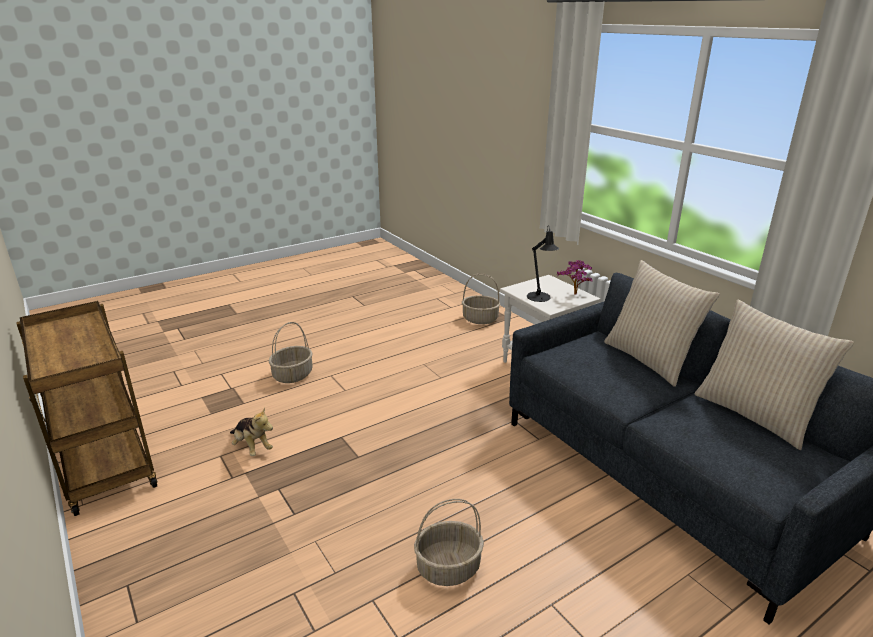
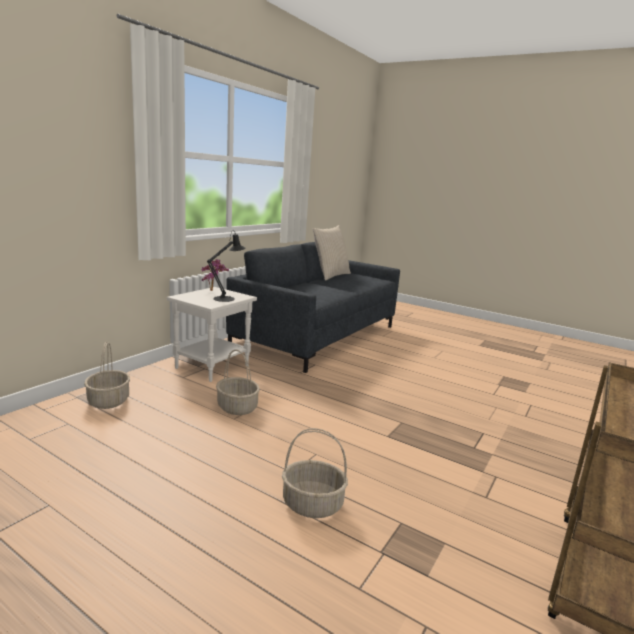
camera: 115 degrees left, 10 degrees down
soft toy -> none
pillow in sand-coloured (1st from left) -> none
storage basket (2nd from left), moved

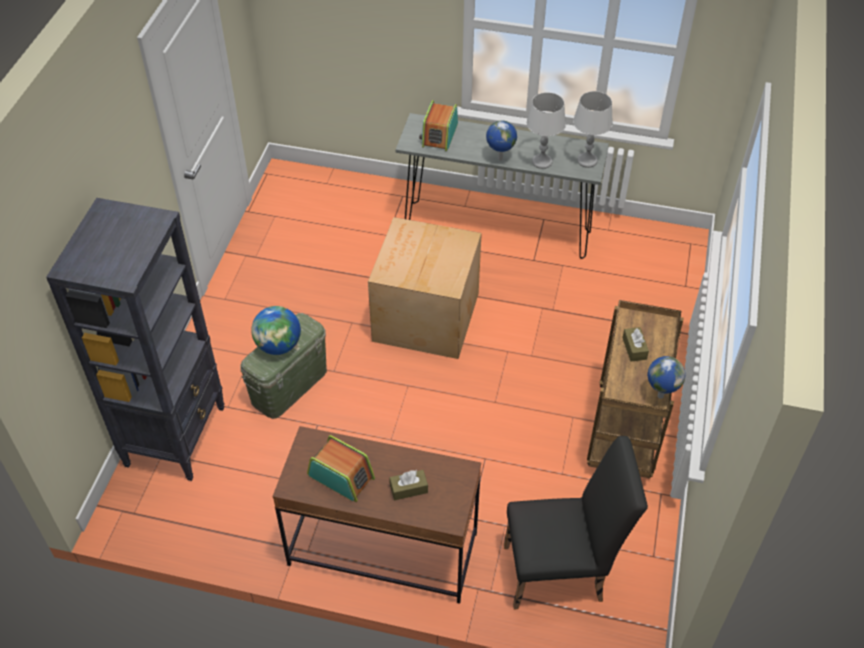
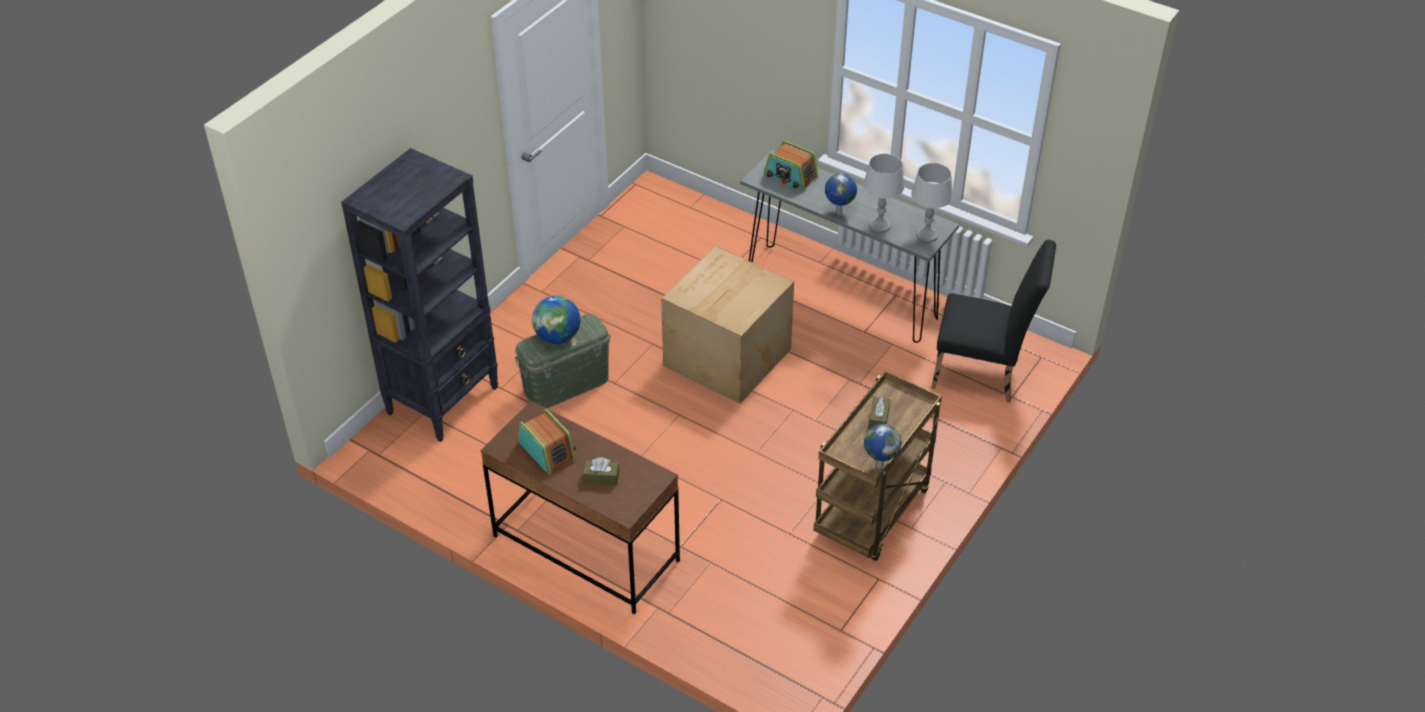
camera: 20 degrees right, 5 degrees down
chair in black-coloured, moved
radio set (2nd from left), 90 degrees counterclockwise

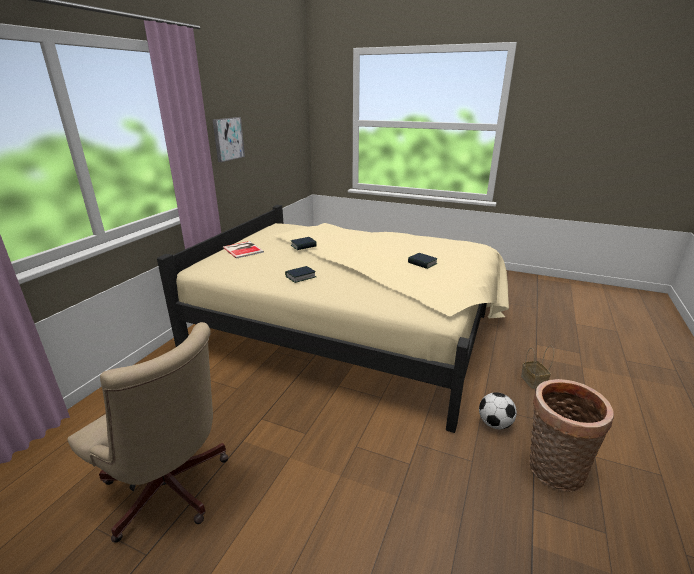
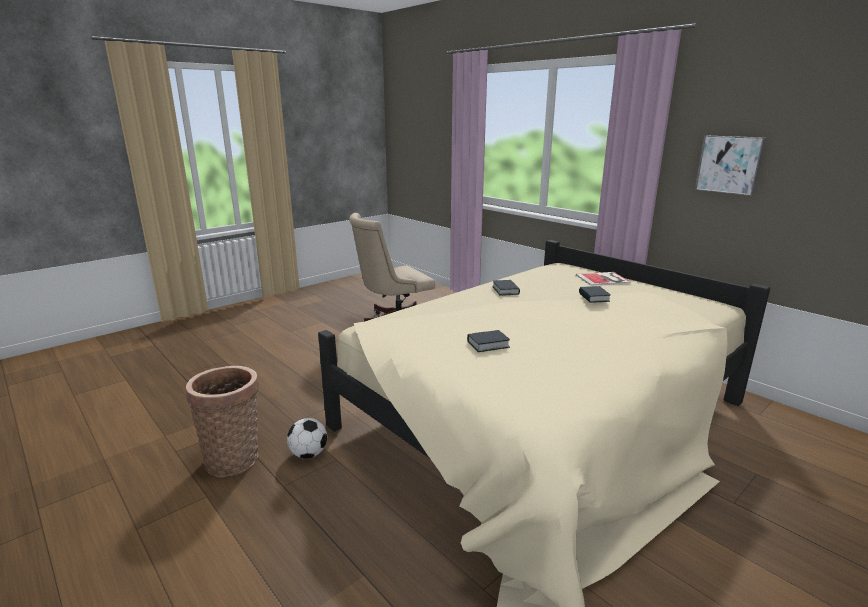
camera: 115 degrees right, 5 degrees down
storage basket (1st from left) -> none

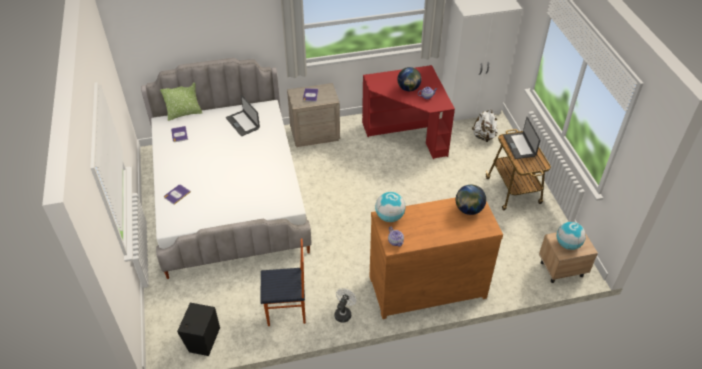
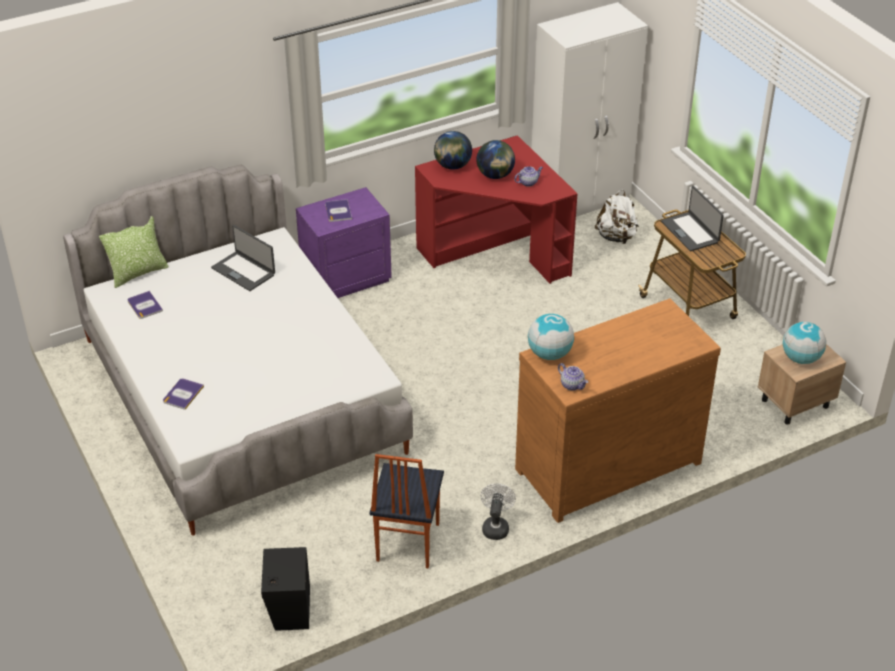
camera: 15 degrees left, 5 degrees down
desk globe (3rd from left in the first image) -> desk globe (1st from left), moved
nightstand in sand-coloured (1st from left) -> nightstand in purple
chair, 120 degrees clockwise

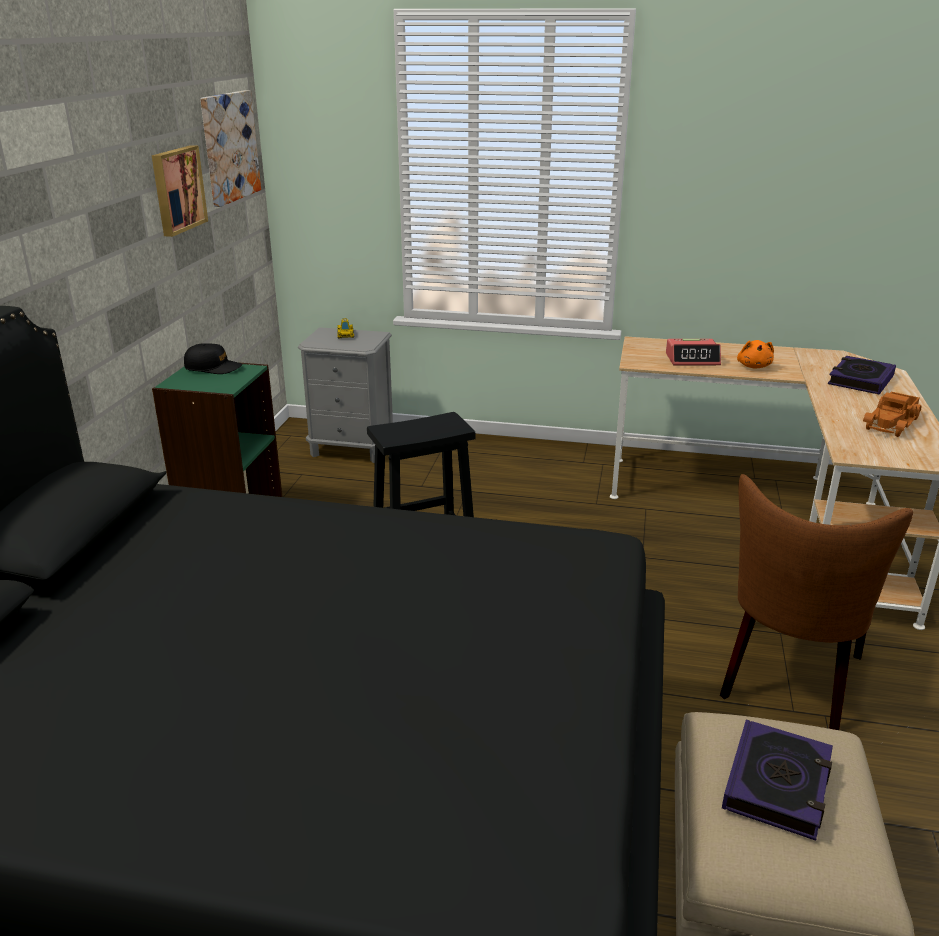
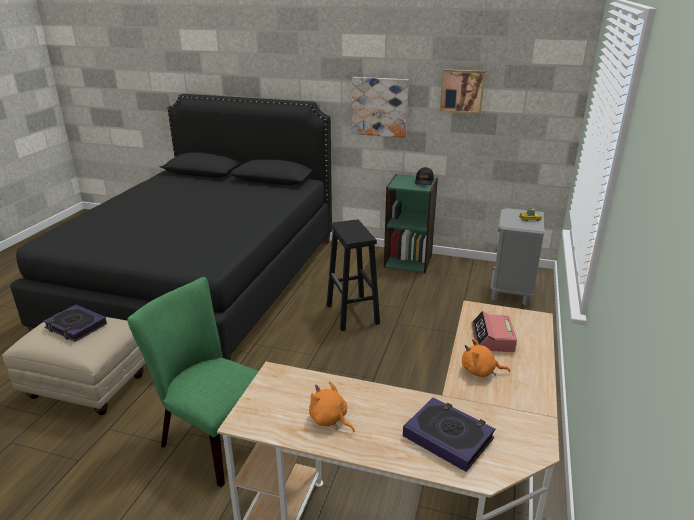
camera: 95 degrees right, 0 degrees up
picture (2nd from left in the first image) -> picture (1st from left), moved
toy lorry -> soft toy in orange-coloured (1st from left)
chair in brown -> chair in green-coloured

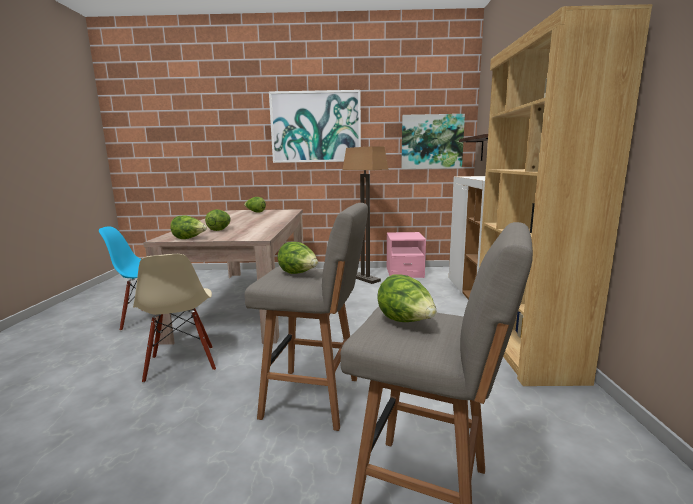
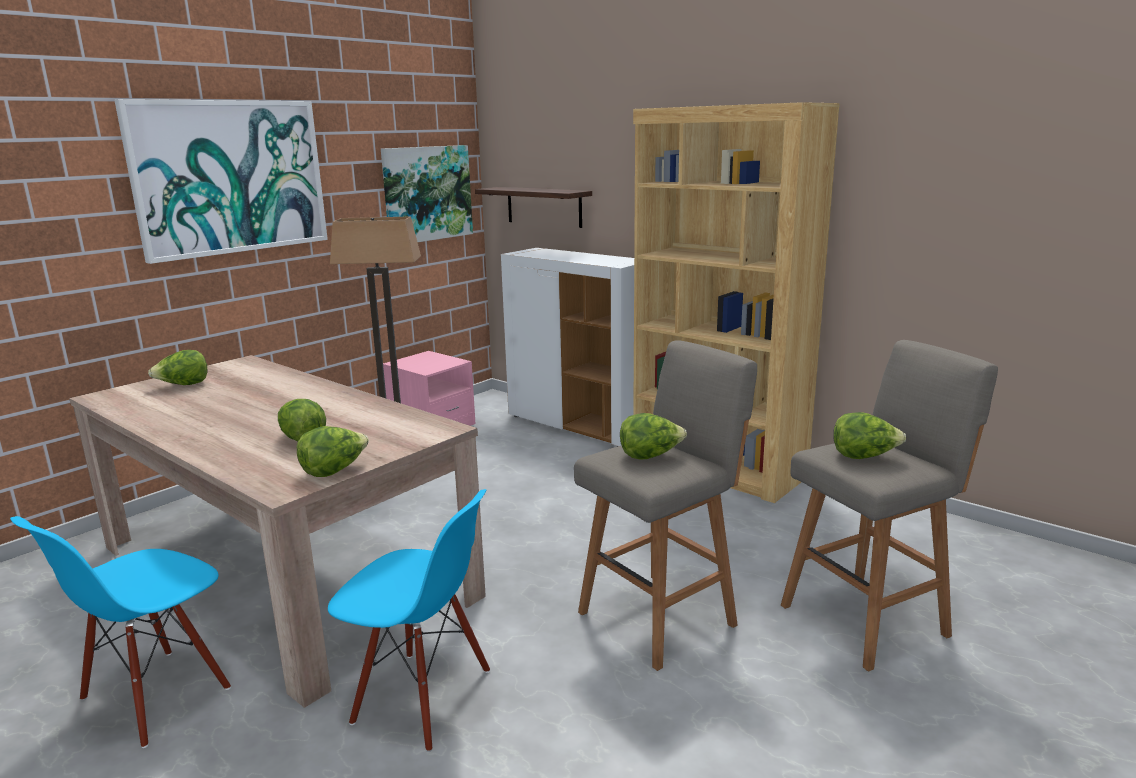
camera: 50 degrees left, 5 degrees up
chair in sand-coloured -> chair in bluish (2nd from left)

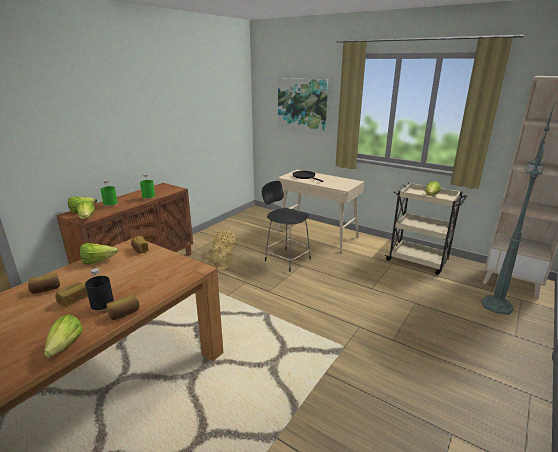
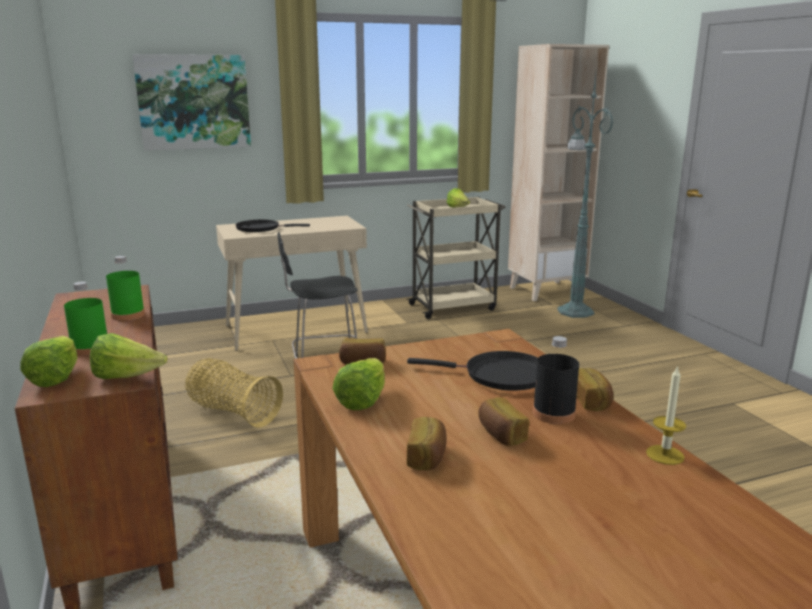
camera: 55 degrees left, 5 degrees down
none -> frying pan in black-coloured (2nd from left)
lettuce (1st from left) -> wax candle

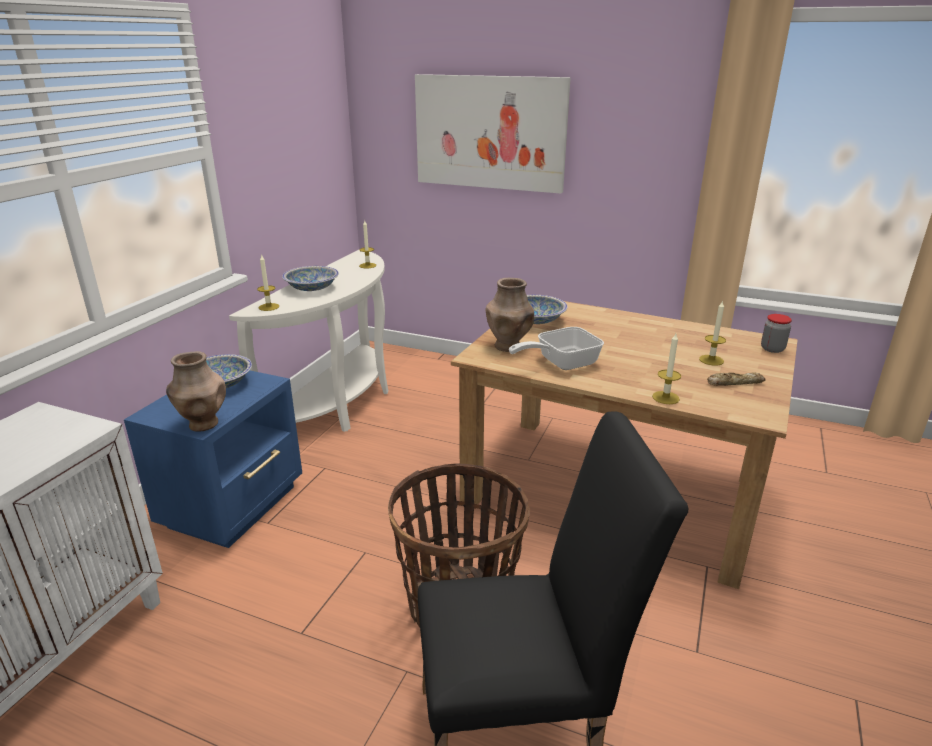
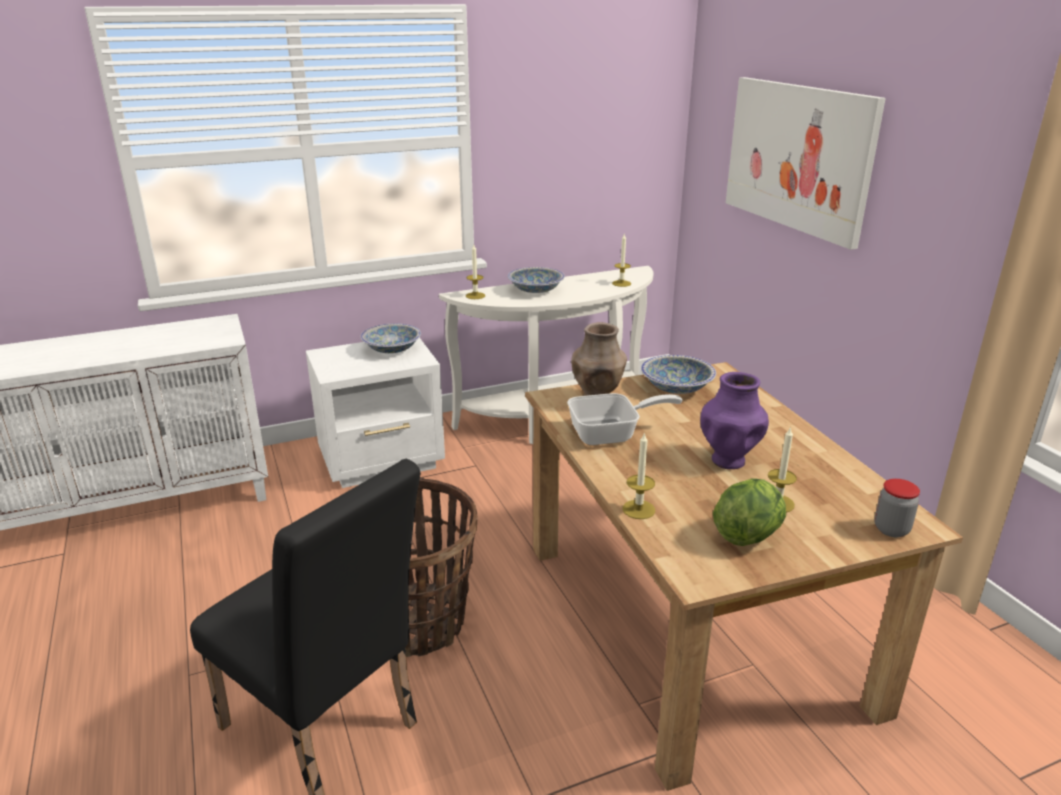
camera: 45 degrees right, 0 degrees up
vase in brown (1st from left) -> none
none -> vase in purple
bread -> lettuce
nightstand in bluish -> nightstand in whitish
frying pan, 150 degrees clockwise

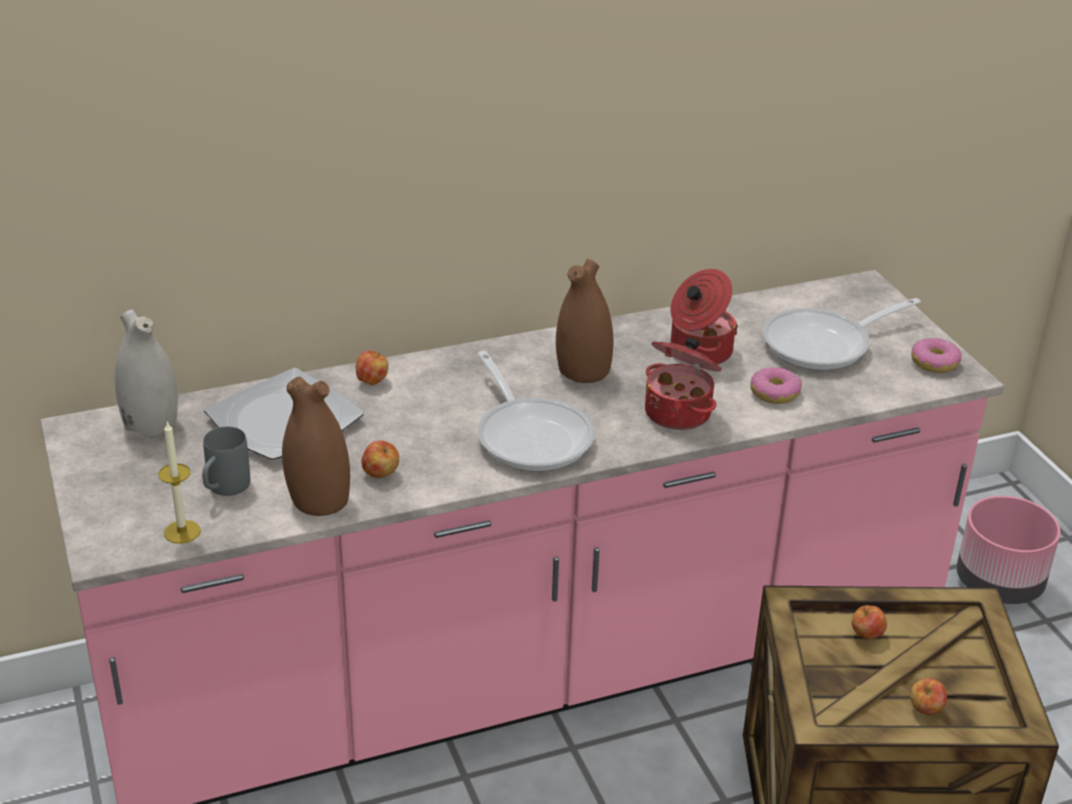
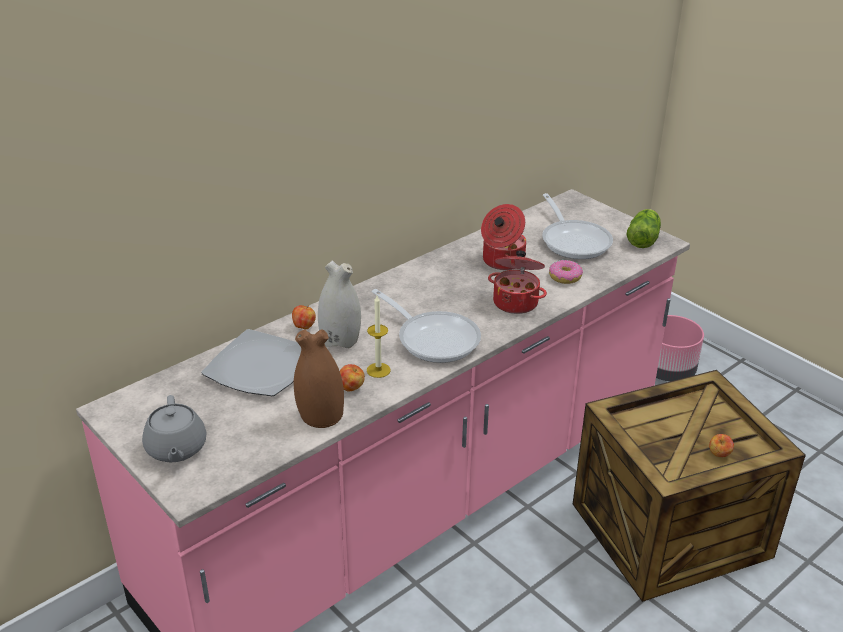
camera: 20 degrees left, 0 degrees up
tea mug in grey -> none
vase in brown (2nd from left) -> none
apple fruit (3rd from left) -> none
none -> teapot in grey
vase in whitish, moved
wax candle, moved
ring doughnut (2nd from left) -> lettuce
frying pan (2nd from left), 60 degrees counterclockwise

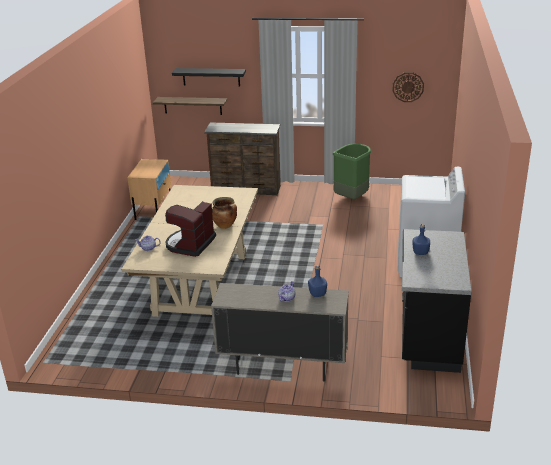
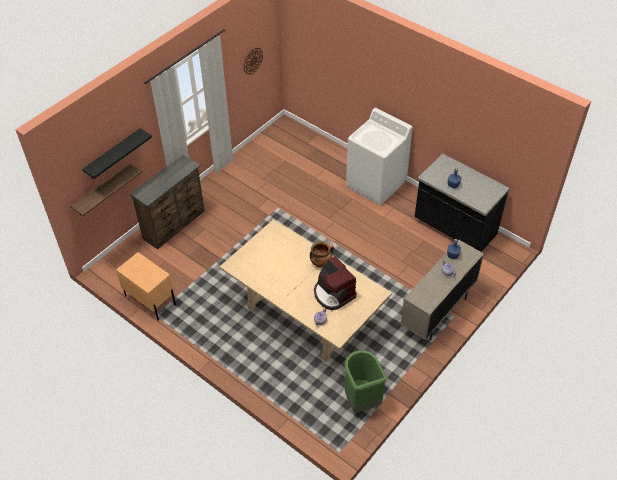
camera: 60 degrees left, 20 degrees up
rubbish bin in green-coloured, moved

